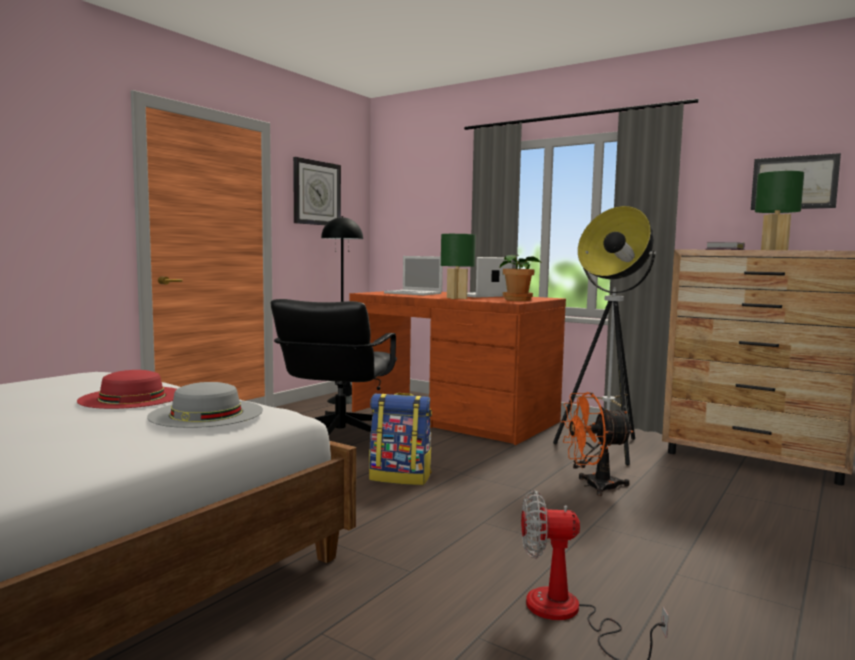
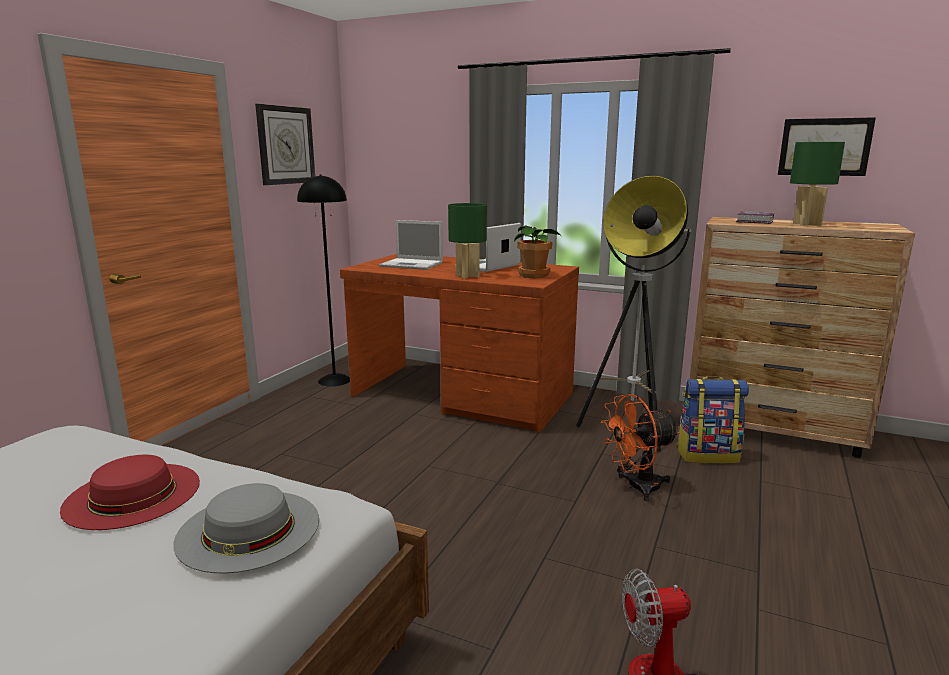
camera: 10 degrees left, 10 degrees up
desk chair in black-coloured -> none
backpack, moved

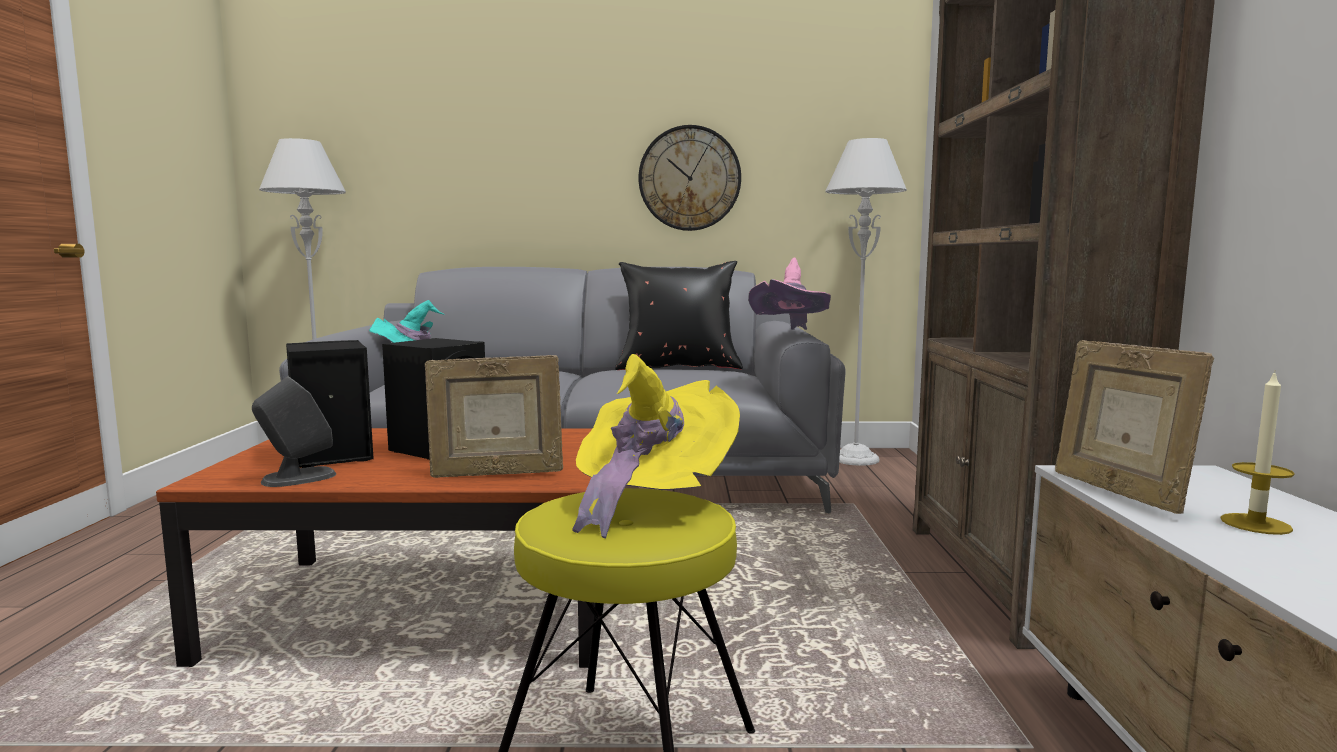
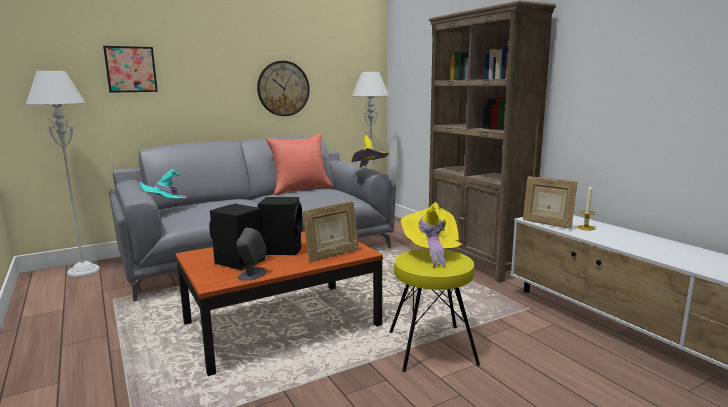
camera: 30 degrees left, 5 degrees up
none -> picture
pillow in black-coloured -> pillow in reddish
wearable hat in pink -> wearable hat in yellowish (1st from left)

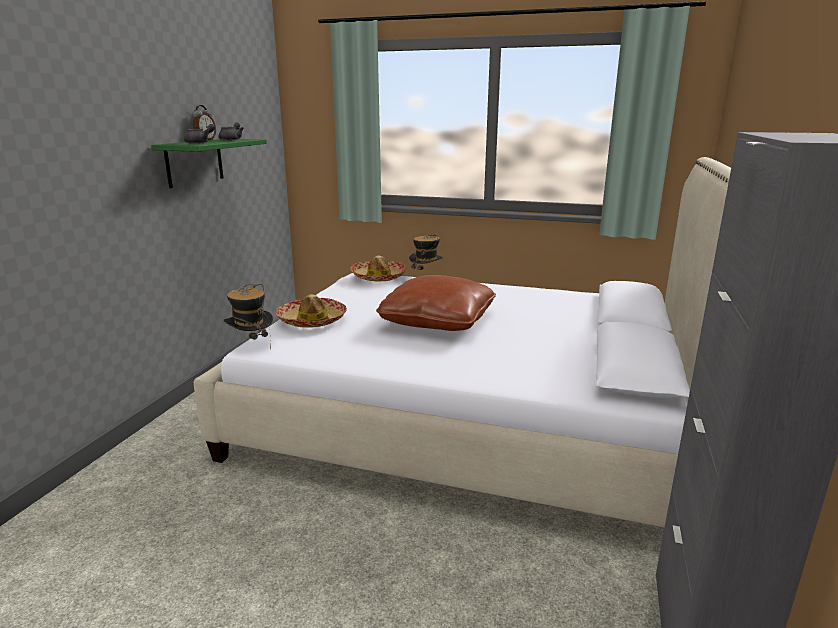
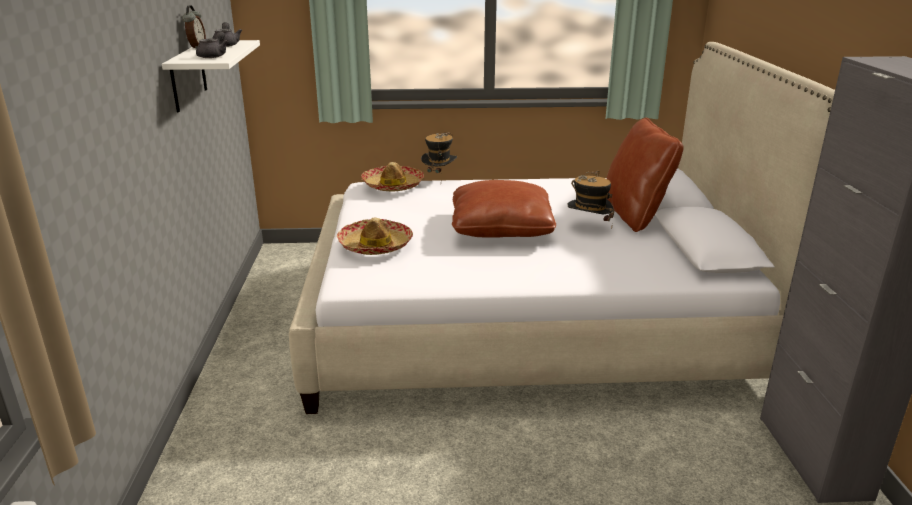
camera: 20 degrees left, 5 degrees up
none -> pillow in brown (2nd from left)
wearable hat (1st from left in the first image) -> wearable hat (4th from left), moved
shelf in green-coloured -> shelf in whitish

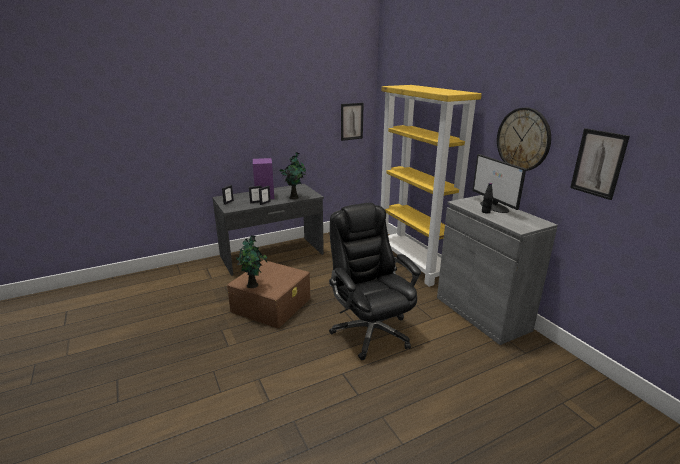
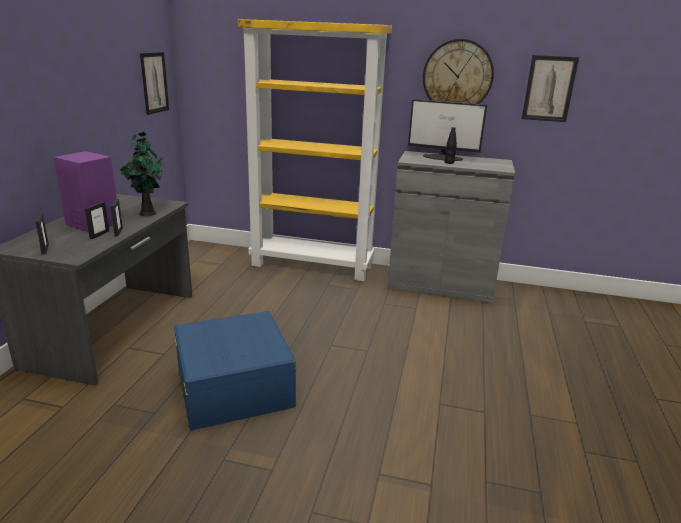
camera: 50 degrees left, 0 degrees up
plant in a pot (1st from left) -> none
desk chair in black-coloured -> none
storage bin in brown -> storage bin in bluish

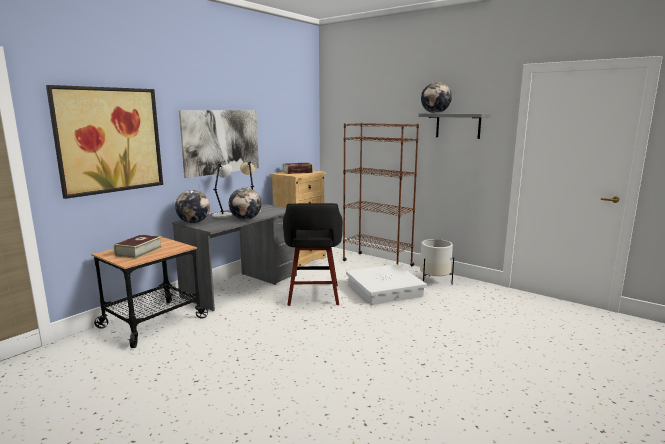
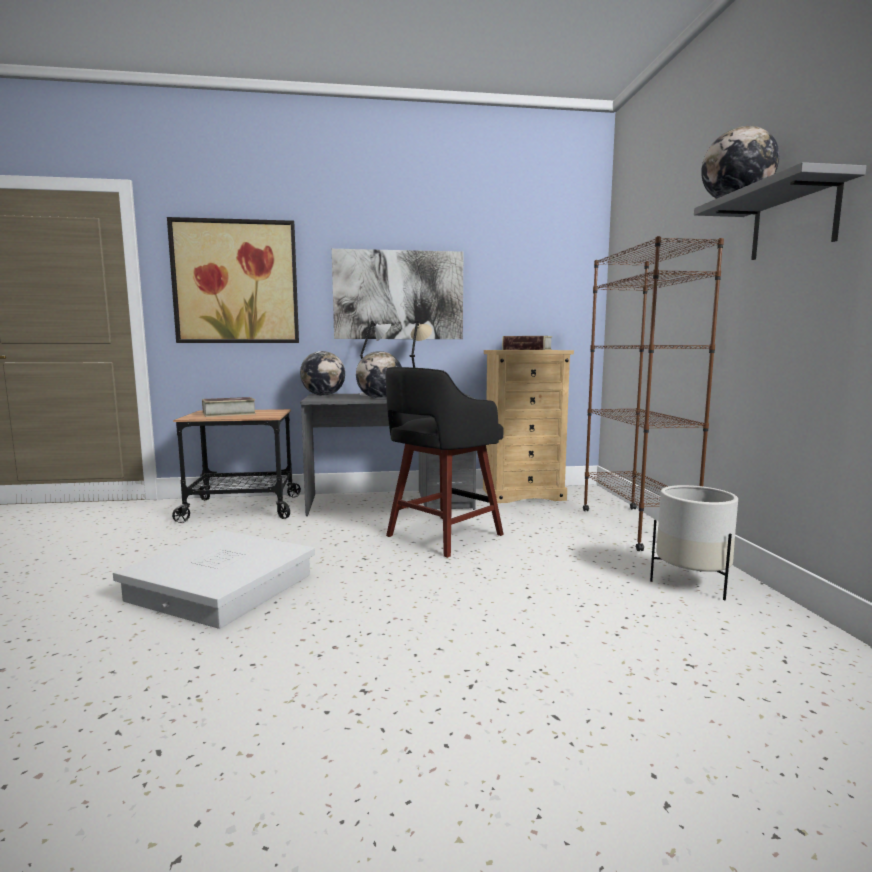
camera: 45 degrees right, 5 degrees down
storage bin in whitish, moved

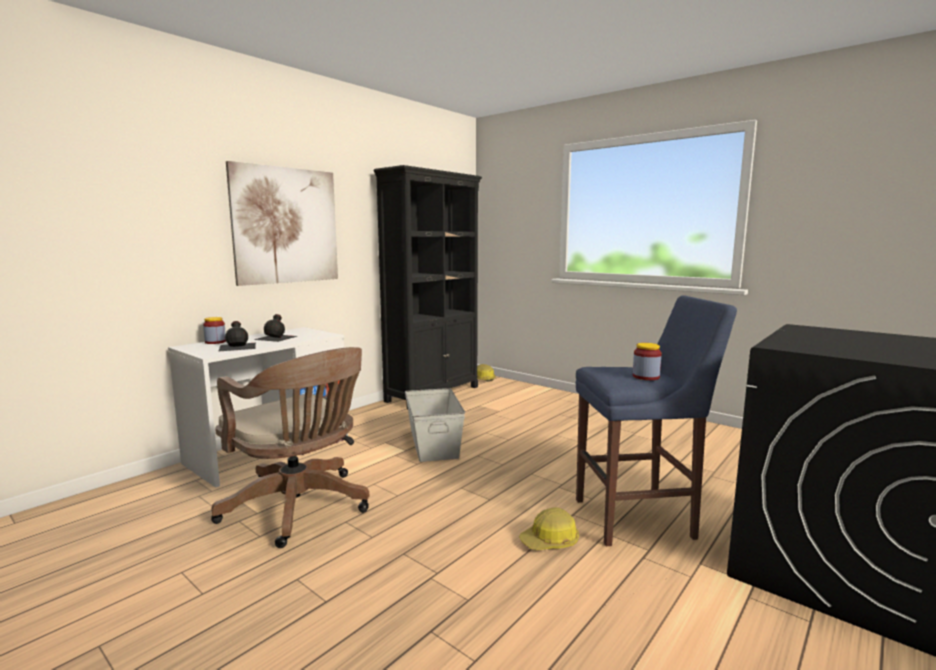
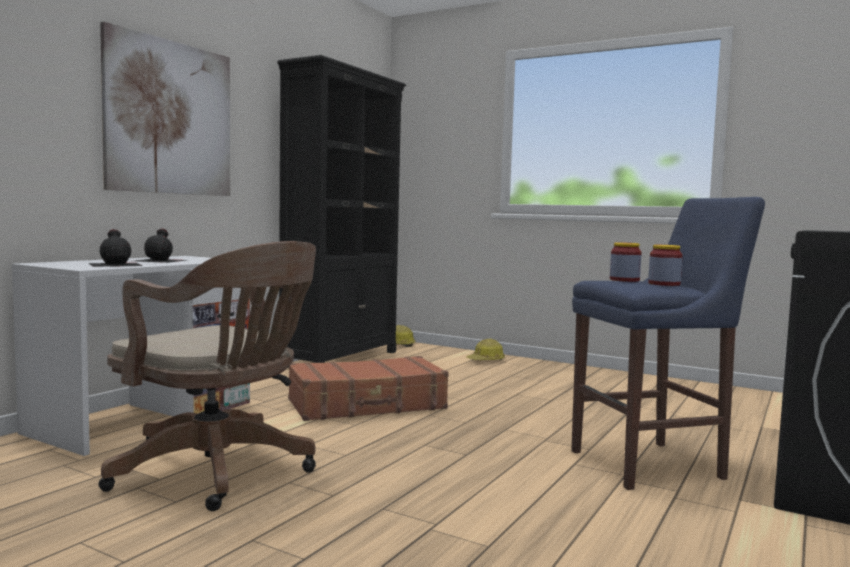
camera: 10 degrees left, 5 degrees down
preserve jar (1st from left), moved
hard hat (2nd from left), moved
storage bin in grey -> piece of luggage in brown

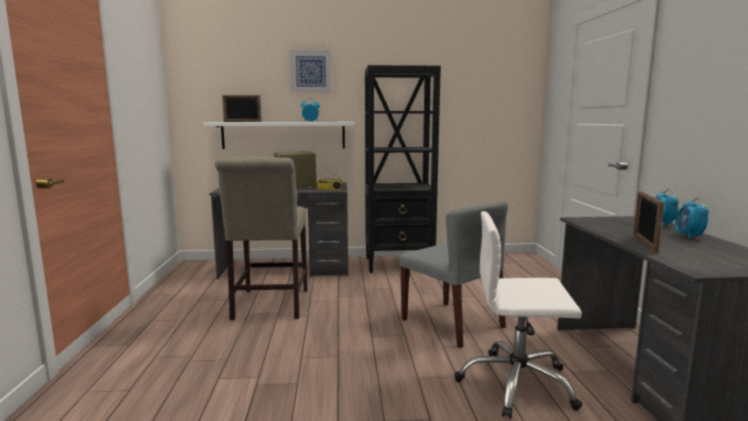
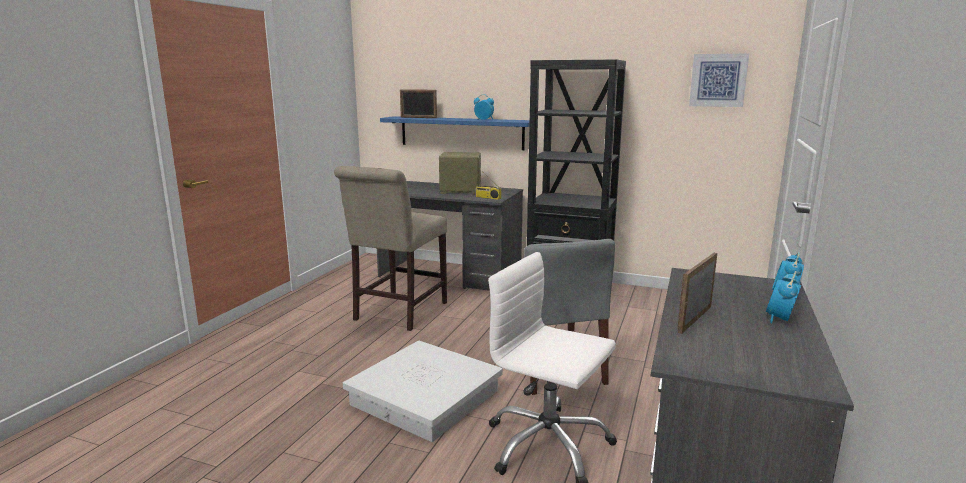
camera: 25 degrees right, 5 degrees up
none -> storage bin in whitish
picture, moved
shelf in whitish -> shelf in bluish

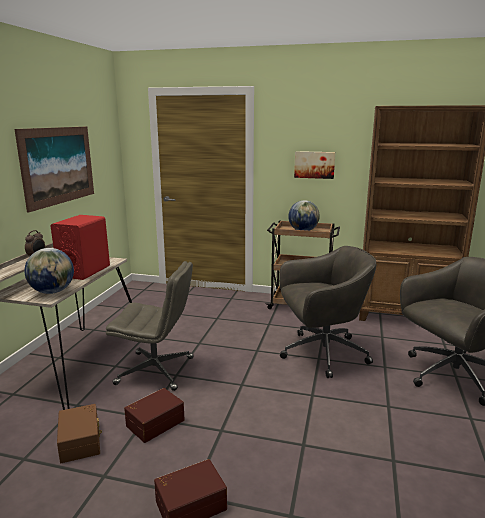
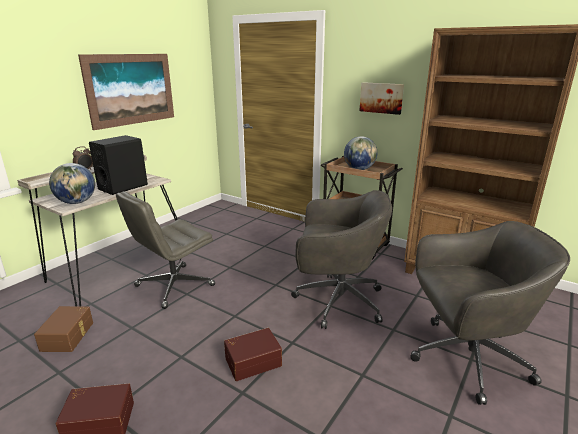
camera: 20 degrees right, 5 degrees up
storage bin in brown (2nd from left in the first image) -> storage bin in brown (3rd from left), moved
speaker in reddish -> speaker in black-coloured
desk chair in grey (1st from left), 105 degrees clockwise

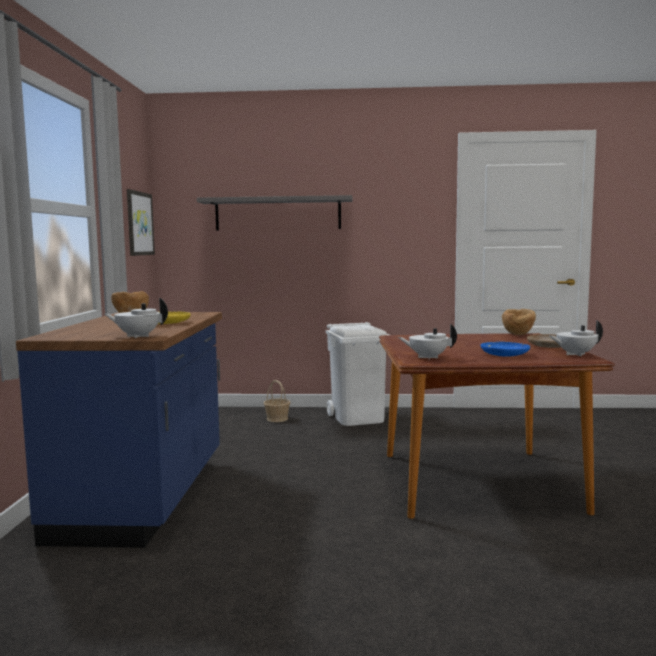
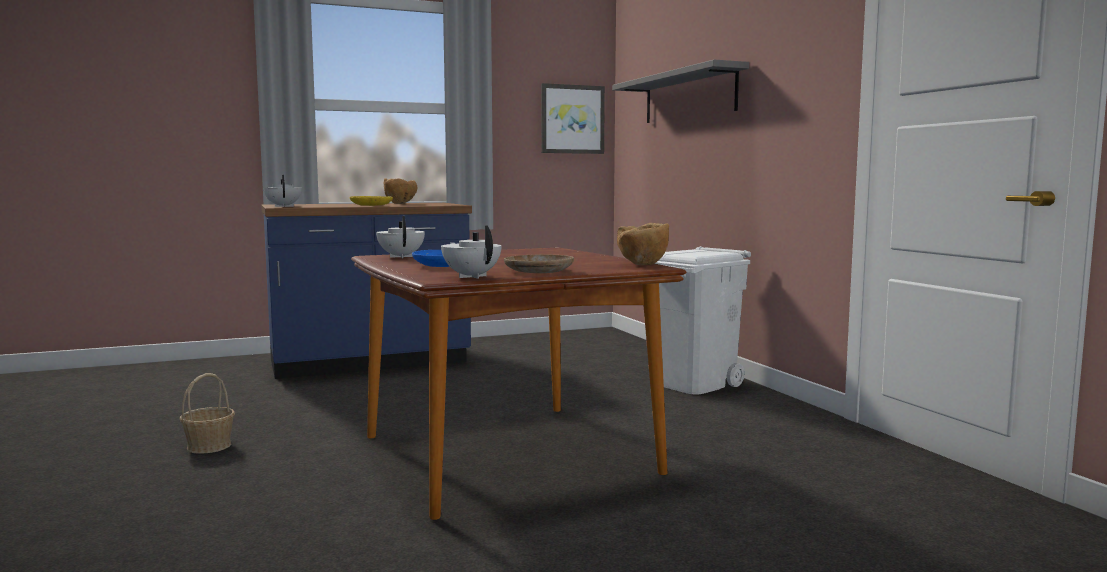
camera: 65 degrees right, 0 degrees up
storage basket, moved

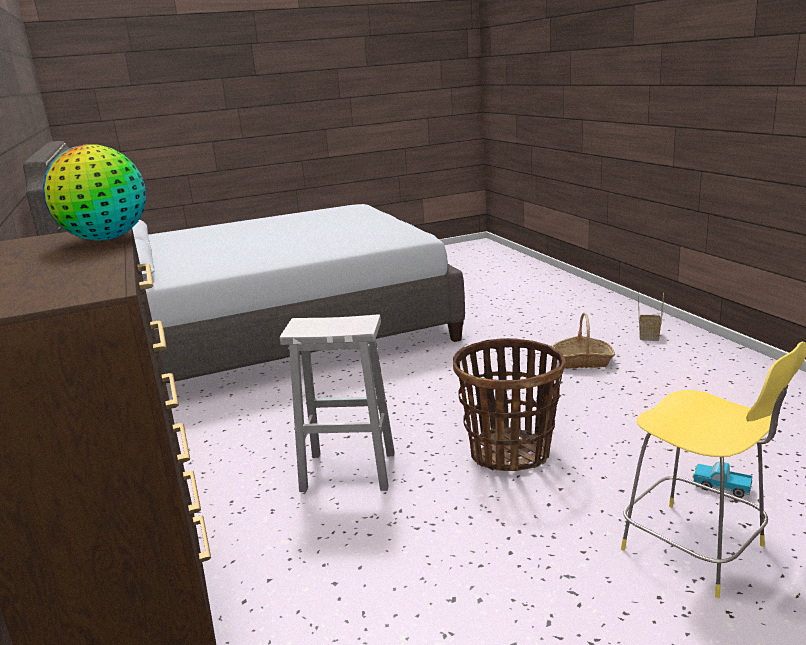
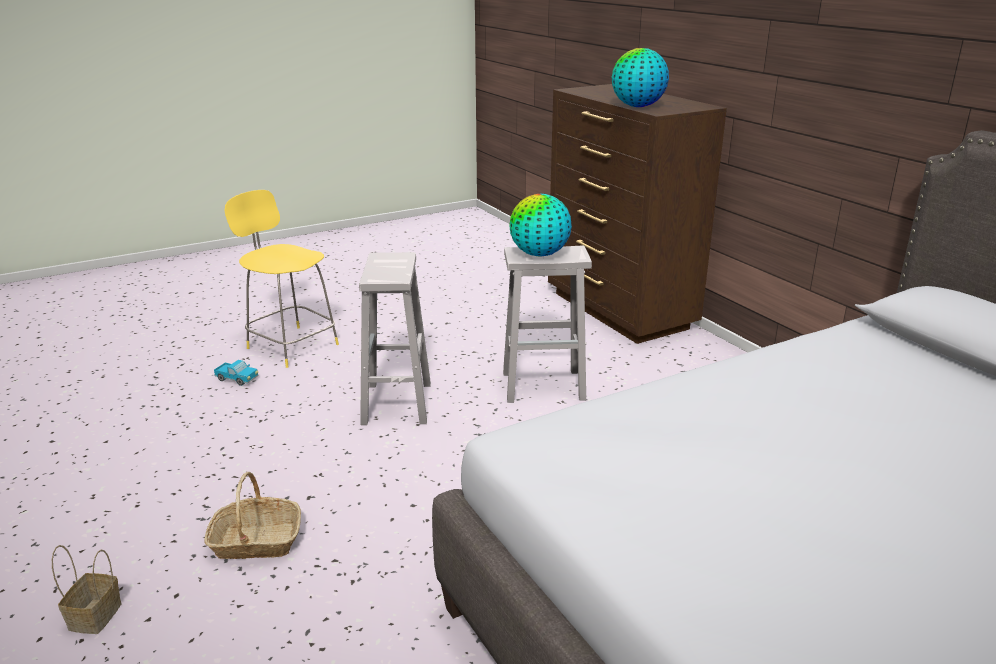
camera: 170 degrees right, 5 degrees up
none -> desk globe (1st from left)
storage basket (1st from left) -> stool seat in whitish (1st from left)

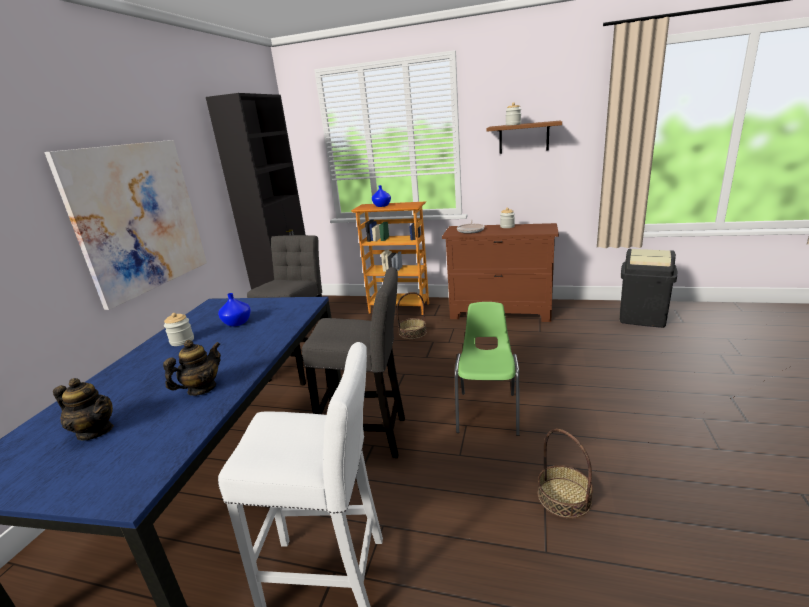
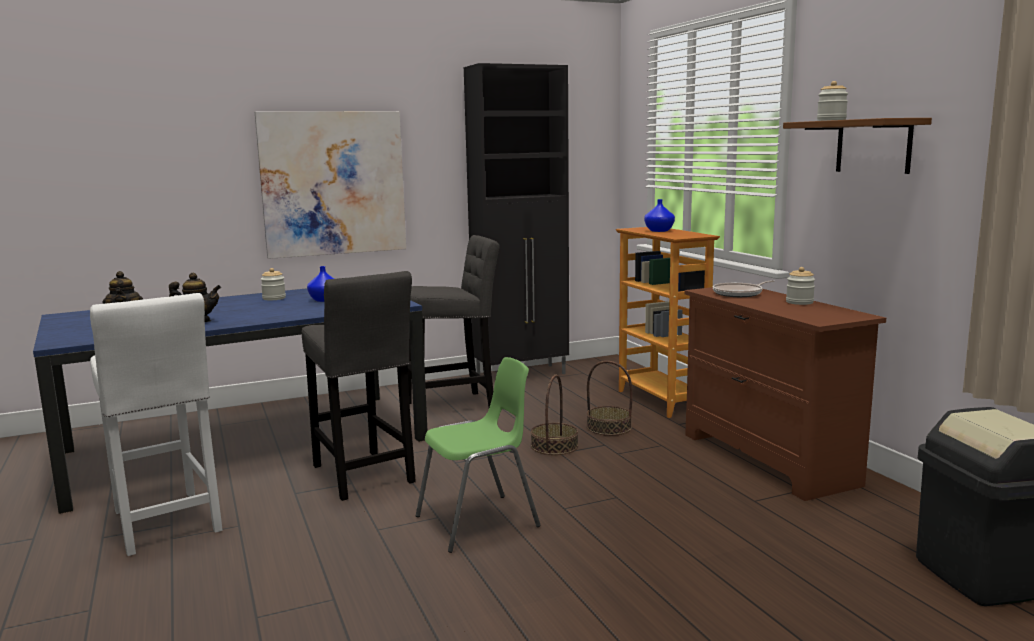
camera: 50 degrees right, 10 degrees down
storage basket (2nd from left in the first image) -> storage basket (1st from left), moved

